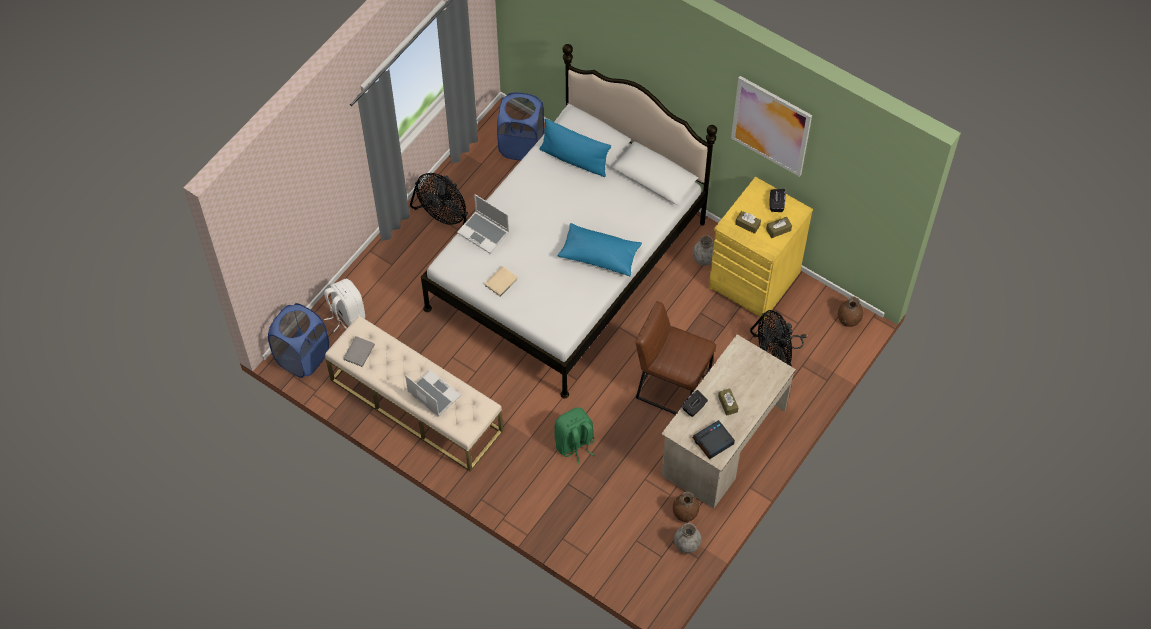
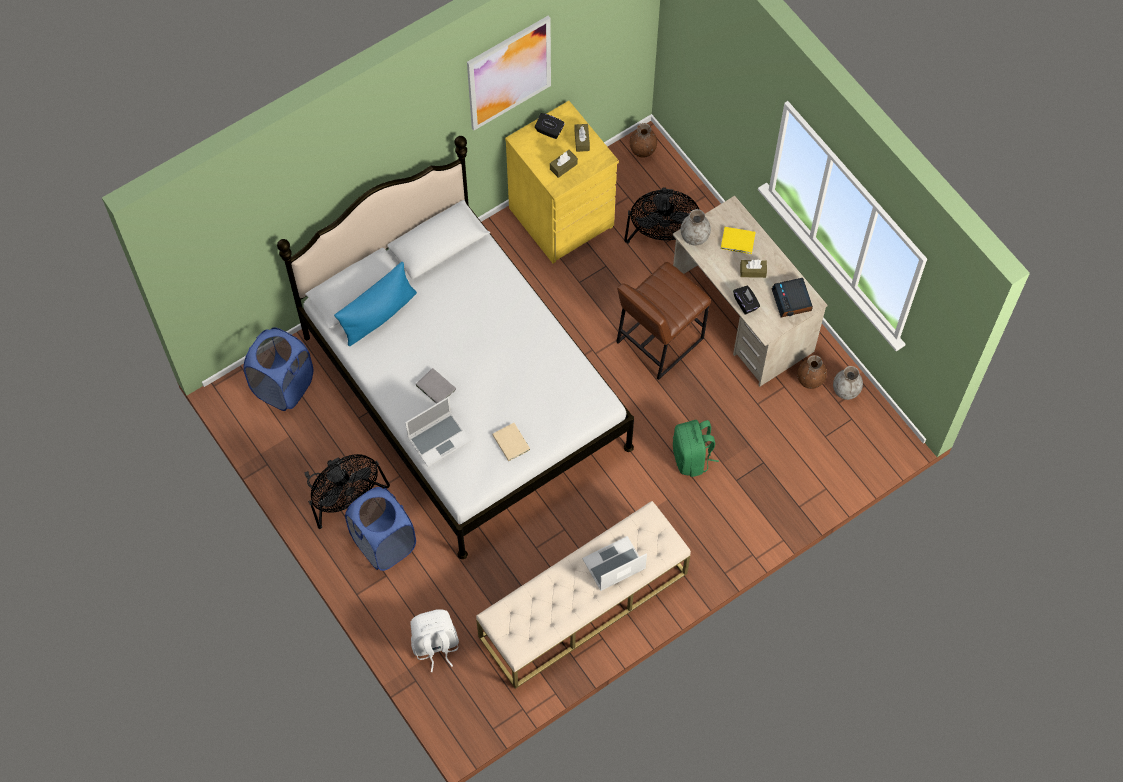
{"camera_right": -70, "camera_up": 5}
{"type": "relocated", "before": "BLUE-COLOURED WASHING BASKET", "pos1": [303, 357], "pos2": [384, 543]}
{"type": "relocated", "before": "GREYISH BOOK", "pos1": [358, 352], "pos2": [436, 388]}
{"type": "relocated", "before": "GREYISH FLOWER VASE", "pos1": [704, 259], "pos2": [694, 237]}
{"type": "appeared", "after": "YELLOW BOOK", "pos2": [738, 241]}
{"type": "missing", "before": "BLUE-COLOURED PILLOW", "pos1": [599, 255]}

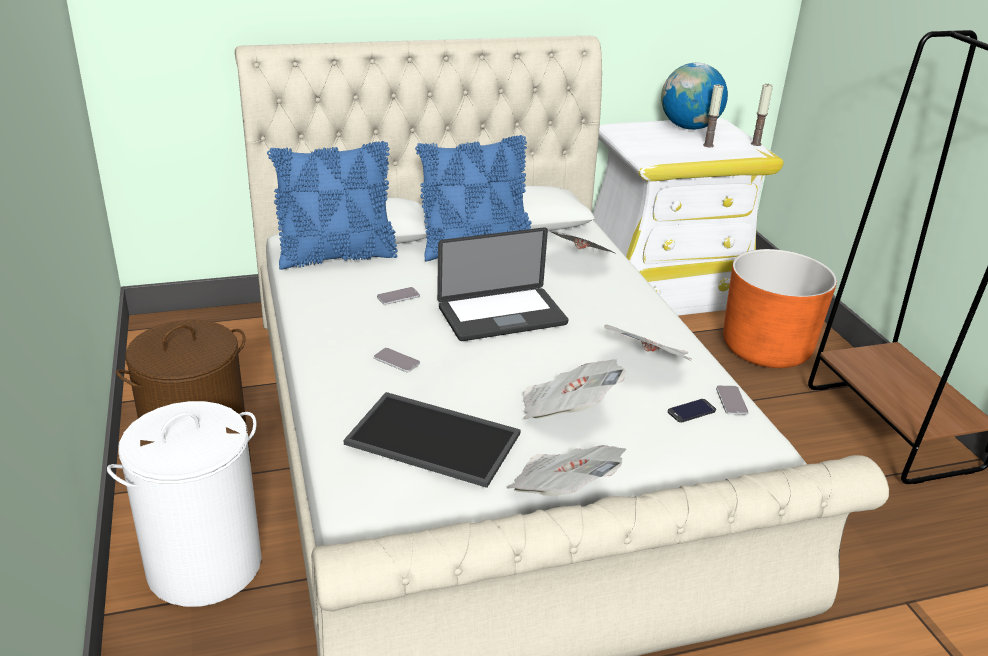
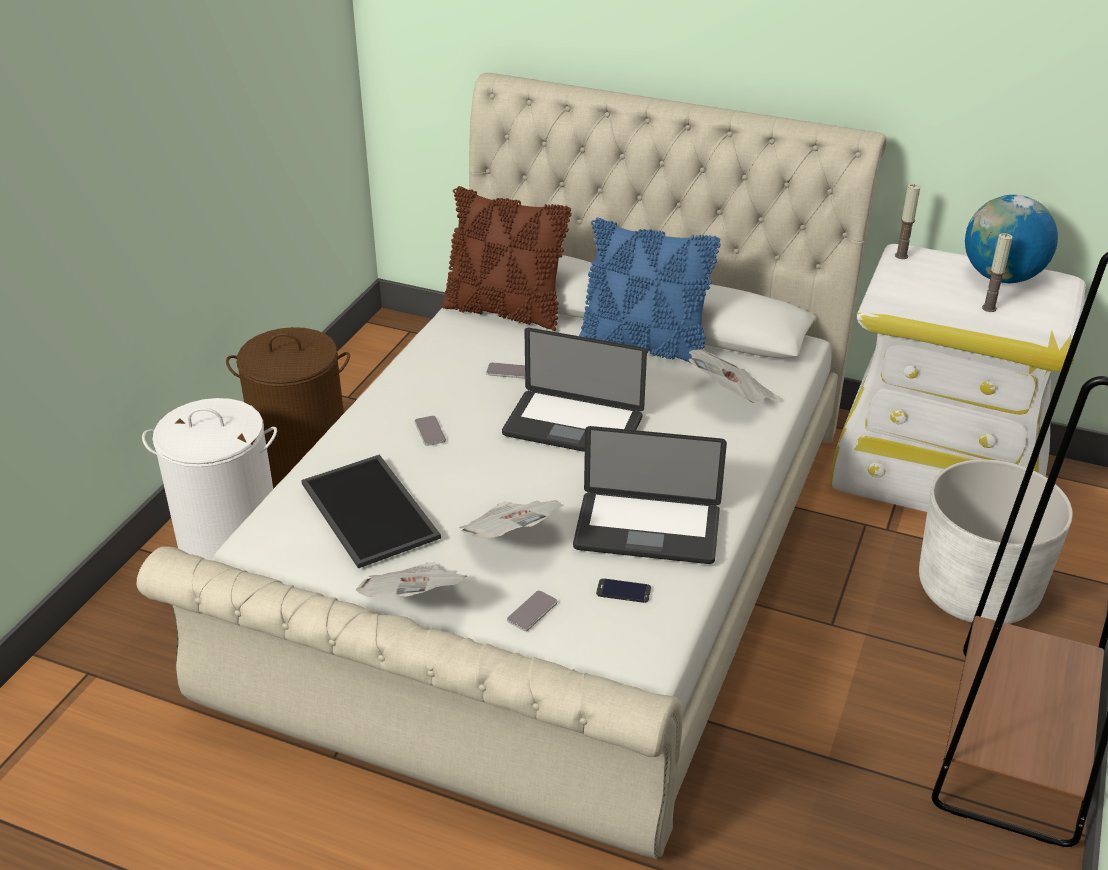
{"camera_right": 40, "camera_up": 5}
{"type": "colour", "before": "BLUE-COLOURED PILLOW", "after": "BROWNISH PILLOW", "pos1": [337, 256], "pos2": [506, 311]}
{"type": "relocated", "before": "PHONE", "pos1": [731, 401], "pos2": [532, 611]}
{"type": "exchanged", "before": "NEWSPAPER", "after": "NOTEBOOK COMPUTER", "pos1": [649, 364], "pos2": [647, 530]}
{"type": "relocated", "before": "WAX LIGHT", "pos1": [756, 144], "pos2": [901, 256]}
{"type": "colour", "before": "ORANGE PLANT POT", "after": "WHITE PLANT POT", "pos1": [766, 348], "pos2": [977, 591]}

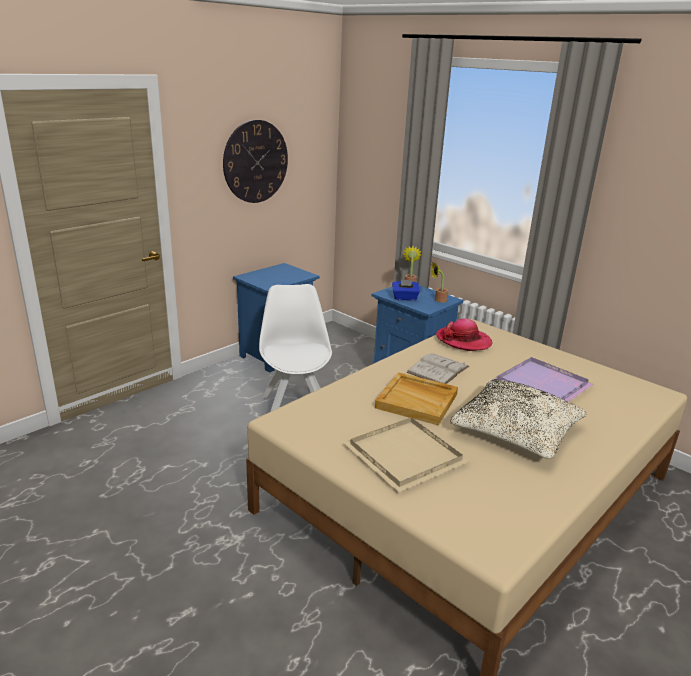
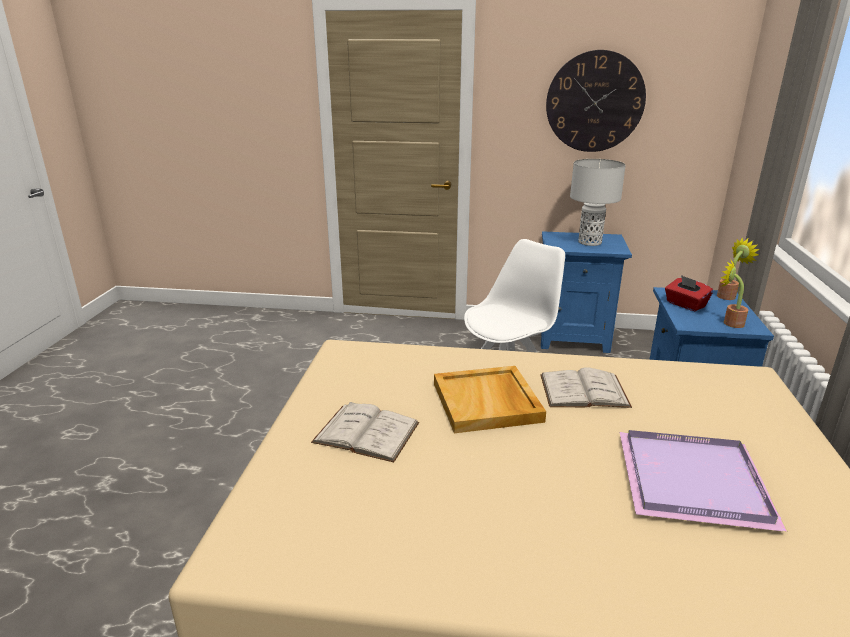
{"camera_right": 55, "camera_up": 0}
{"type": "exchanged", "before": "BEIGE-COLOURED TRAY", "after": "WHITE BOOK", "pos1": [405, 454], "pos2": [366, 432]}
{"type": "appeared", "after": "WHITE TABLE LAMP", "pos2": [589, 242]}
{"type": "colour", "before": "BLUE-COLOURED BOX OF TISSUES", "after": "RED BOX OF TISSUES", "pos1": [405, 298], "pos2": [685, 305]}
{"type": "missing", "before": "WEARABLE HAT", "pos1": [463, 341]}
{"type": "missing", "before": "BEIGE-COLOURED PILLOW", "pos1": [516, 430]}

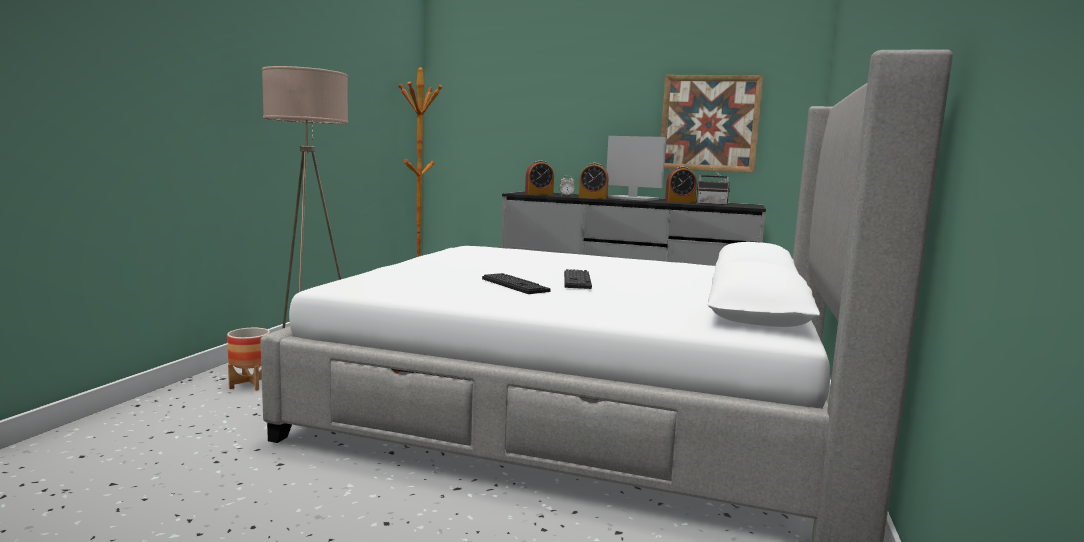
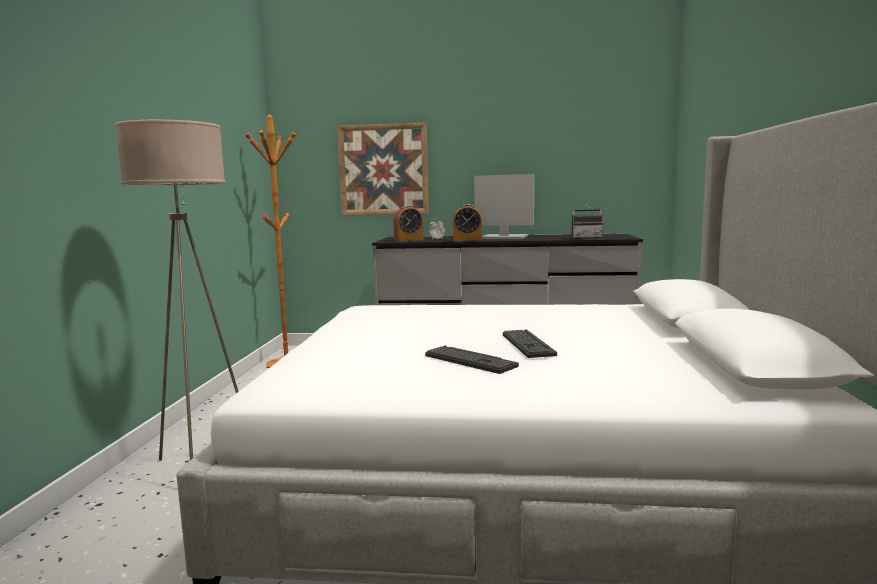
{"camera_right": -10, "camera_up": 0}
{"type": "relocated", "before": "PICTURE", "pos1": [709, 123], "pos2": [383, 170]}
{"type": "missing", "before": "PLANT POT", "pos1": [250, 384]}
{"type": "missing", "before": "BEDSIDE CLOCK", "pos1": [680, 202]}

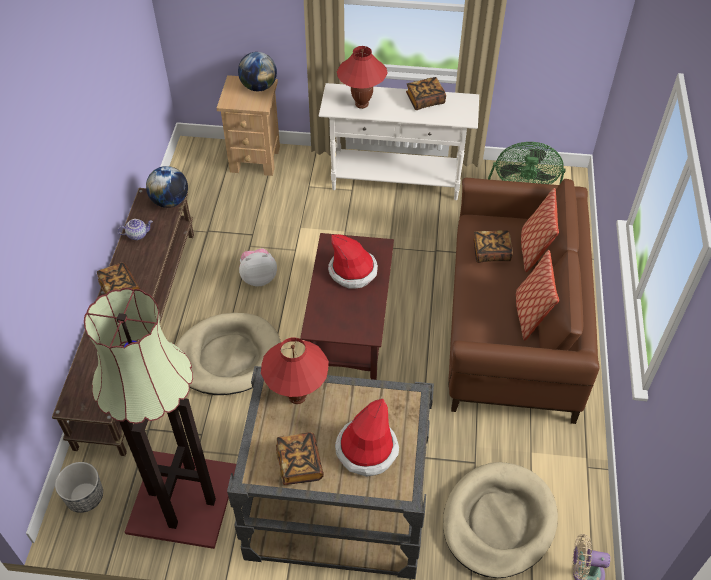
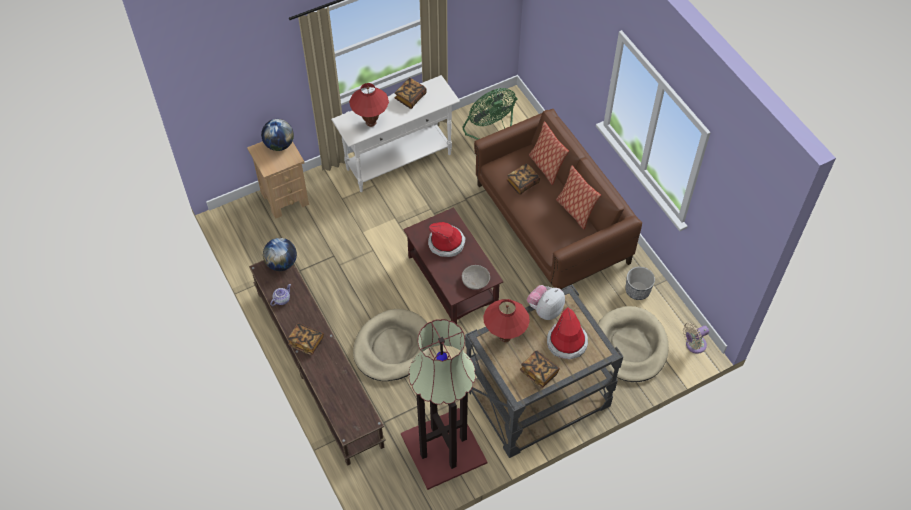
{"camera_right": -35, "camera_up": 5}
{"type": "appeared", "after": "GREYISH DEEP DISH", "pos2": [475, 281]}
{"type": "relocated", "before": "SOFT TOY", "pos1": [258, 277], "pos2": [545, 310]}
{"type": "relocated", "before": "PLANT POT", "pos1": [85, 497], "pos2": [637, 291]}

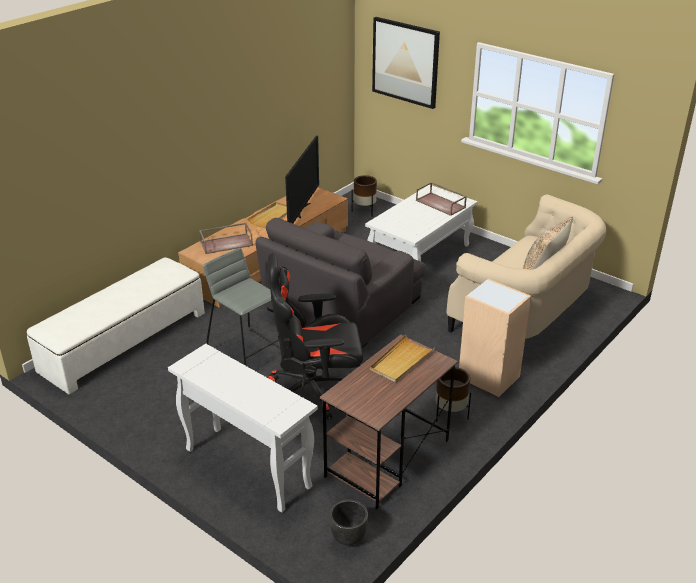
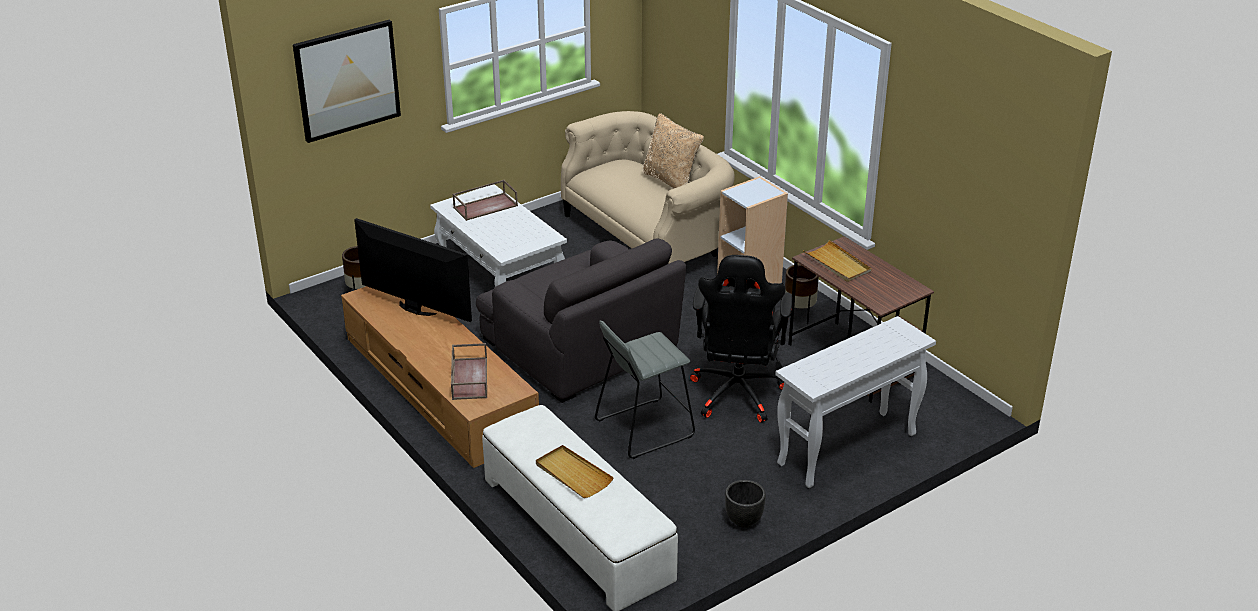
{"camera_right": -75, "camera_up": 0}
{"type": "relocated", "before": "BEIGE-COLOURED TRAY", "pos1": [271, 216], "pos2": [573, 474]}
{"type": "relocated", "before": "BLACK PLANT POT", "pos1": [348, 538], "pos2": [743, 521]}

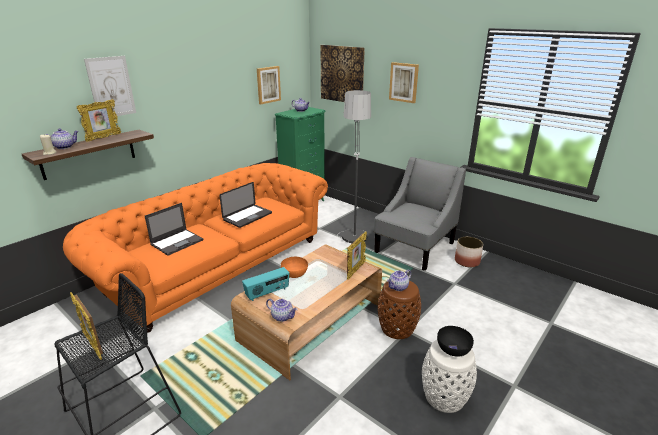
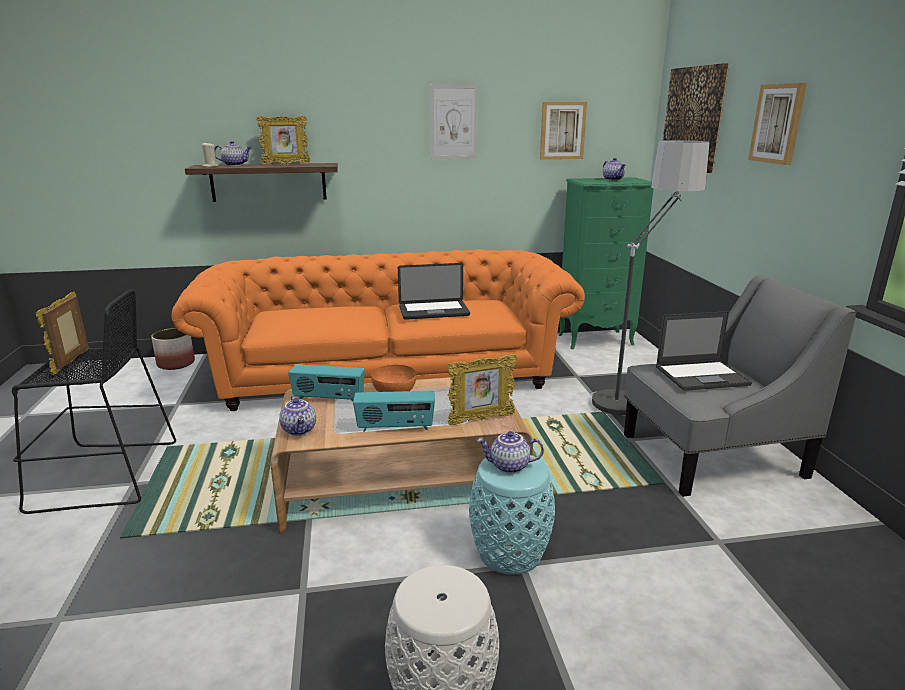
{"camera_right": 40, "camera_up": -5}
{"type": "relocated", "before": "PLANT POT", "pos1": [467, 261], "pos2": [176, 363]}
{"type": "appeared", "after": "RADIO RECEIVER", "pos2": [395, 427]}
{"type": "relocated", "before": "PICTURE", "pos1": [111, 87], "pos2": [454, 122]}
{"type": "colour", "before": "BROWNISH STOOL", "after": "TURQUOISE STOOL", "pos1": [397, 328], "pos2": [510, 553]}
{"type": "relocated", "before": "NOTEBOOK COMPUTER", "pos1": [177, 242], "pos2": [702, 376]}
{"type": "missing", "before": "BLACK DEEP DISH", "pos1": [453, 349]}

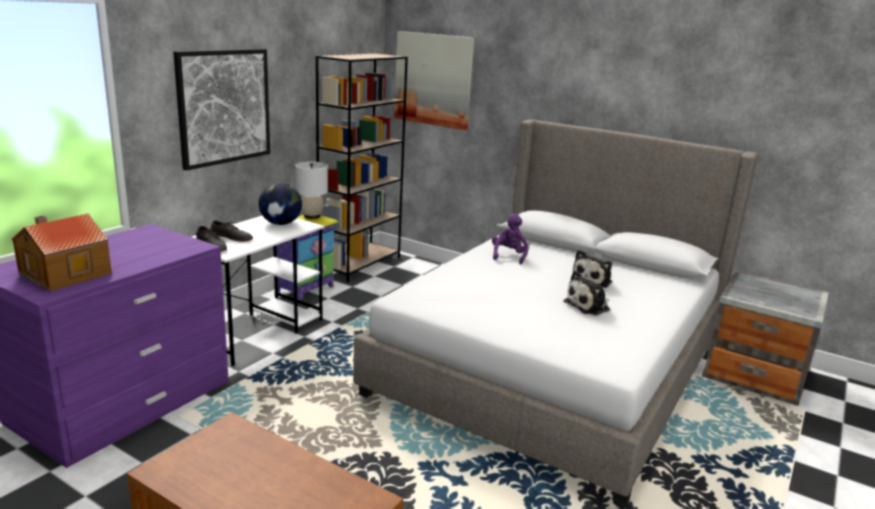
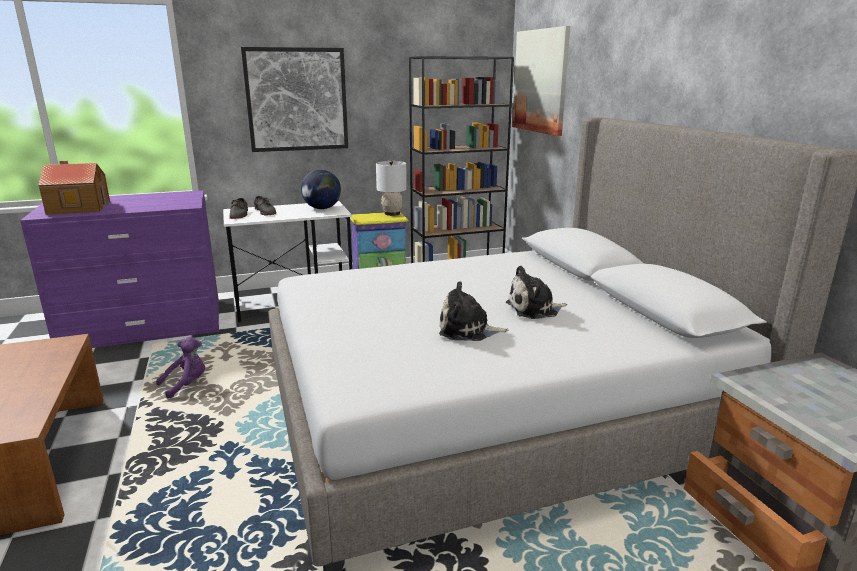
{"camera_right": 40, "camera_up": 0}
{"type": "relocated", "before": "PURPLISH SOFT TOY", "pos1": [509, 256], "pos2": [186, 385]}

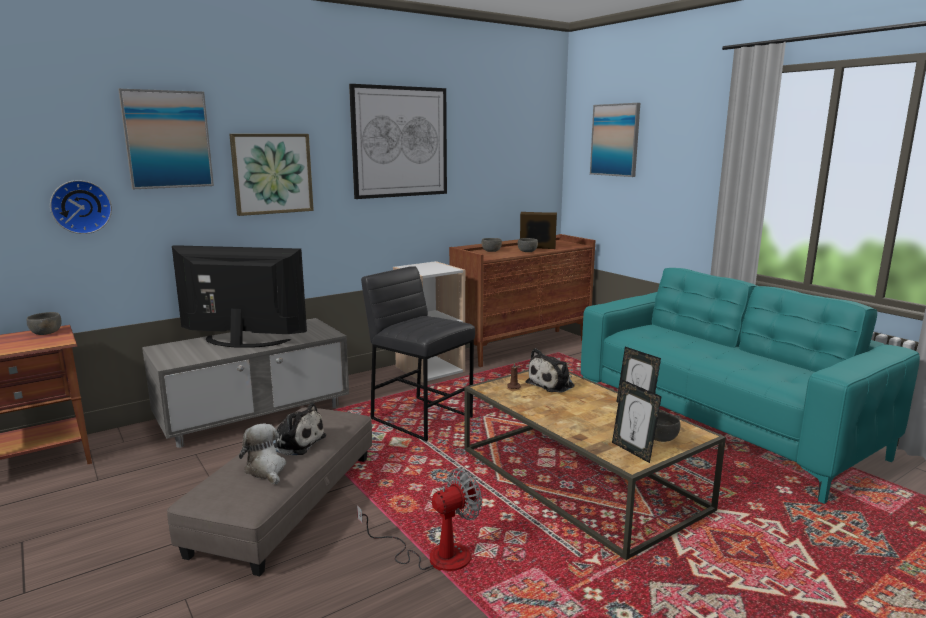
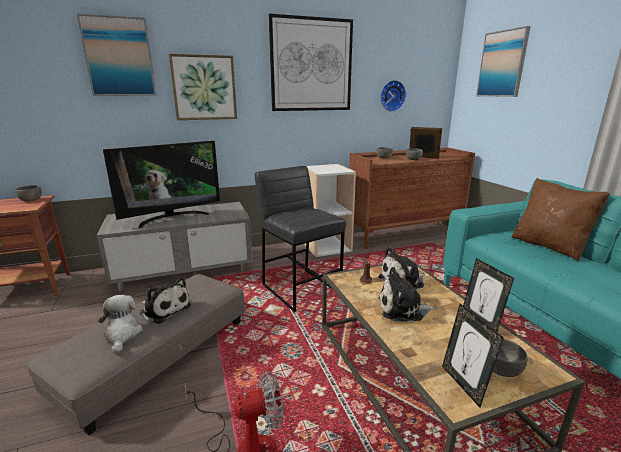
{"camera_right": 15, "camera_up": 5}
{"type": "spun", "before": "TV SET", "pos1": [241, 343], "pos2": [172, 217], "turn": 120}
{"type": "appeared", "after": "SOFT TOY", "pos2": [403, 309]}
{"type": "relocated", "before": "HANGING CLOCK", "pos1": [81, 206], "pos2": [391, 96]}
{"type": "appeared", "after": "BROWNISH PILLOW", "pos2": [549, 246]}

